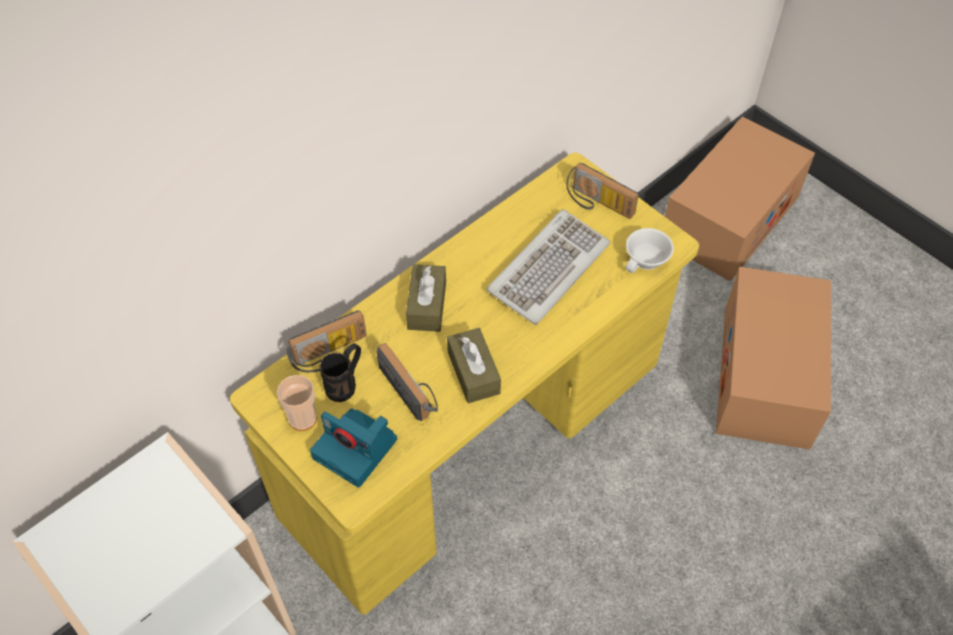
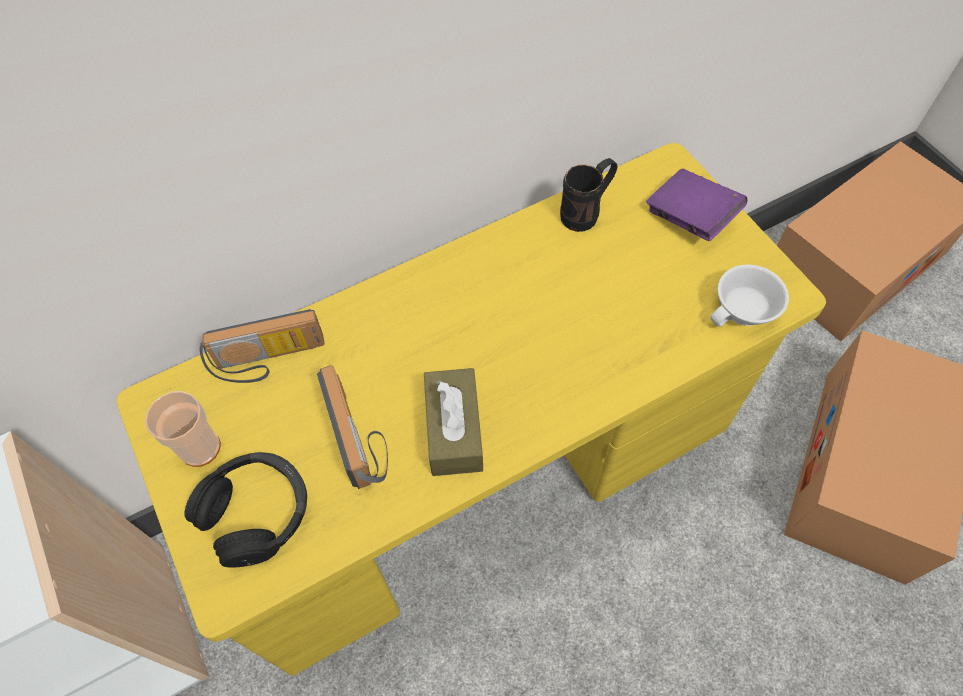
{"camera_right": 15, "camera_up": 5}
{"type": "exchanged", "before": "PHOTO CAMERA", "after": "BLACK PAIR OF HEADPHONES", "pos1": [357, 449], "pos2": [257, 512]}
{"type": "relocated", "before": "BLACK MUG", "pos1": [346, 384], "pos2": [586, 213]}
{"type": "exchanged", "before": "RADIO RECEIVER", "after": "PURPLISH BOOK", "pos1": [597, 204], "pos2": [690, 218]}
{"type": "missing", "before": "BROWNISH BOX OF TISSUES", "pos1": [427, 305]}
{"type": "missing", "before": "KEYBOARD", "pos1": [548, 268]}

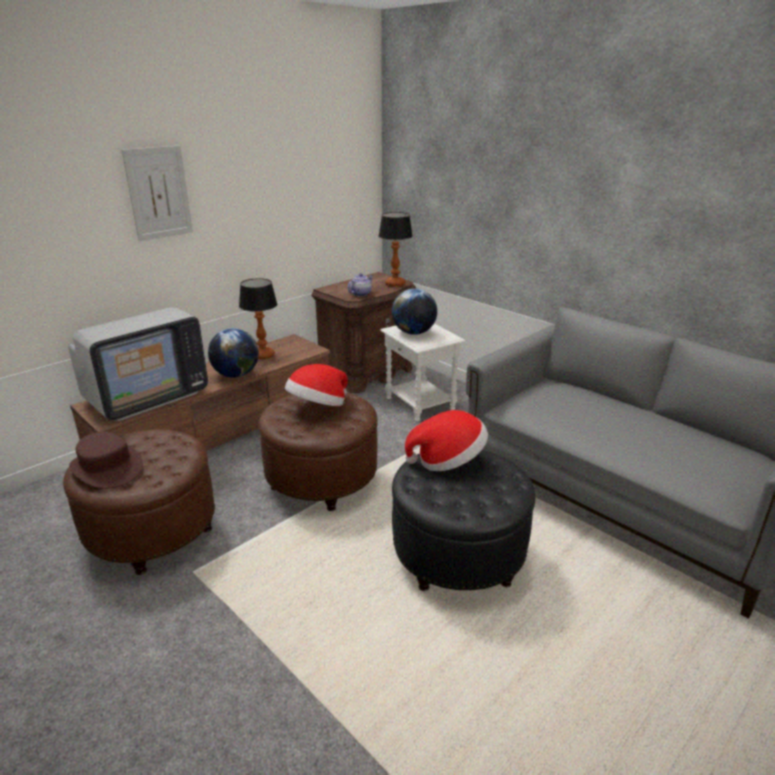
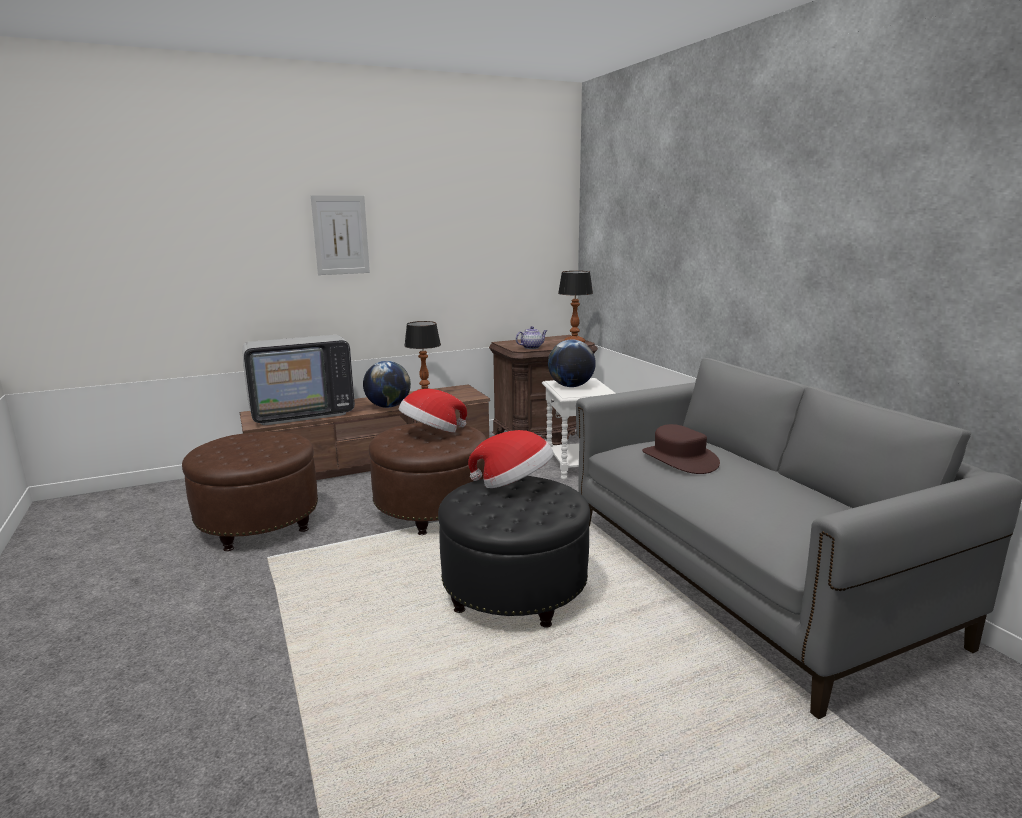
{"camera_right": 20, "camera_up": -10}
{"type": "relocated", "before": "BROWNISH WEARABLE HAT", "pos1": [106, 468], "pos2": [679, 459]}

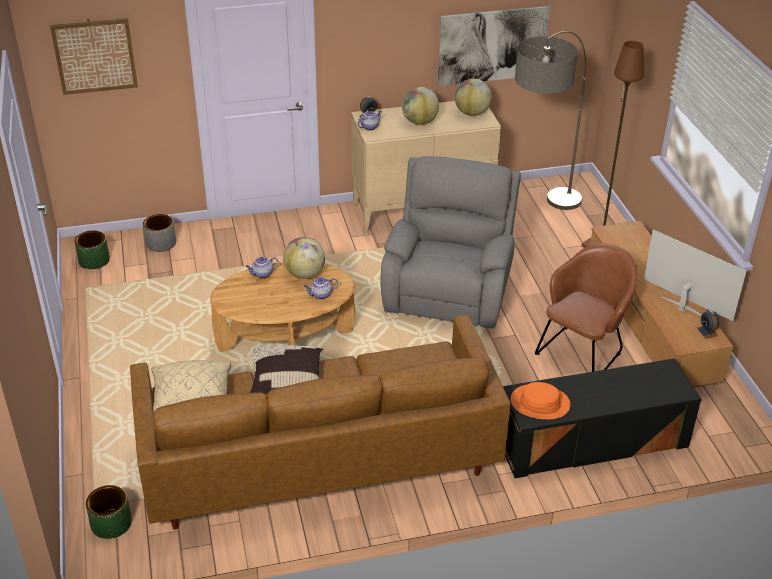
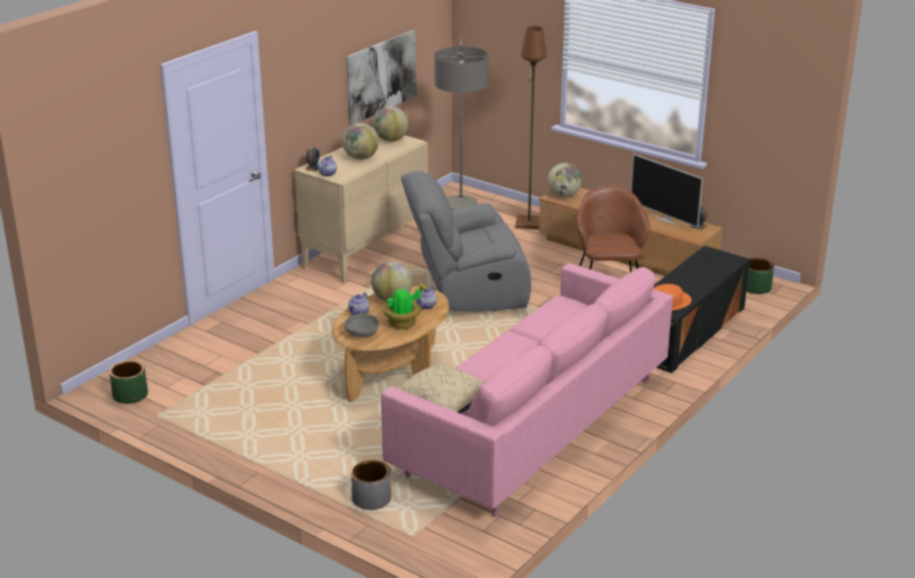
{"camera_right": -40, "camera_up": -10}
{"type": "appeared", "after": "GREYISH DEEP DISH", "pos2": [361, 334]}
{"type": "relocated", "before": "GREYISH PLANT POT", "pos1": [161, 244], "pos2": [371, 499]}
{"type": "colour", "before": "BROWNISH COUCH", "after": "PINK-COLOURED COUCH", "pos1": [319, 459], "pos2": [532, 427]}
{"type": "appeared", "after": "PLANT IN A POT", "pos2": [403, 323]}
{"type": "spun", "before": "GREYISH EASY CHAIR", "pos1": [449, 292], "pos2": [466, 292], "turn": -75}
{"type": "appeared", "after": "GLOBE", "pos2": [564, 196]}
{"type": "spun", "before": "TV SET", "pos1": [683, 308], "pos2": [665, 219], "turn": -135}
{"type": "relocated", "before": "GREEN-COLOURED PLANT POT", "pos1": [111, 524], "pos2": [756, 288]}
{"type": "missing", "before": "PICTURE", "pos1": [94, 55]}
{"type": "missing", "before": "PILLOW", "pos1": [287, 381]}

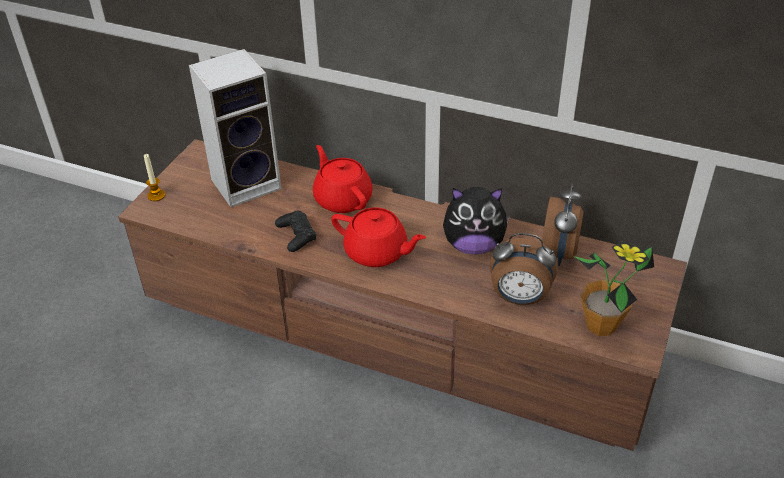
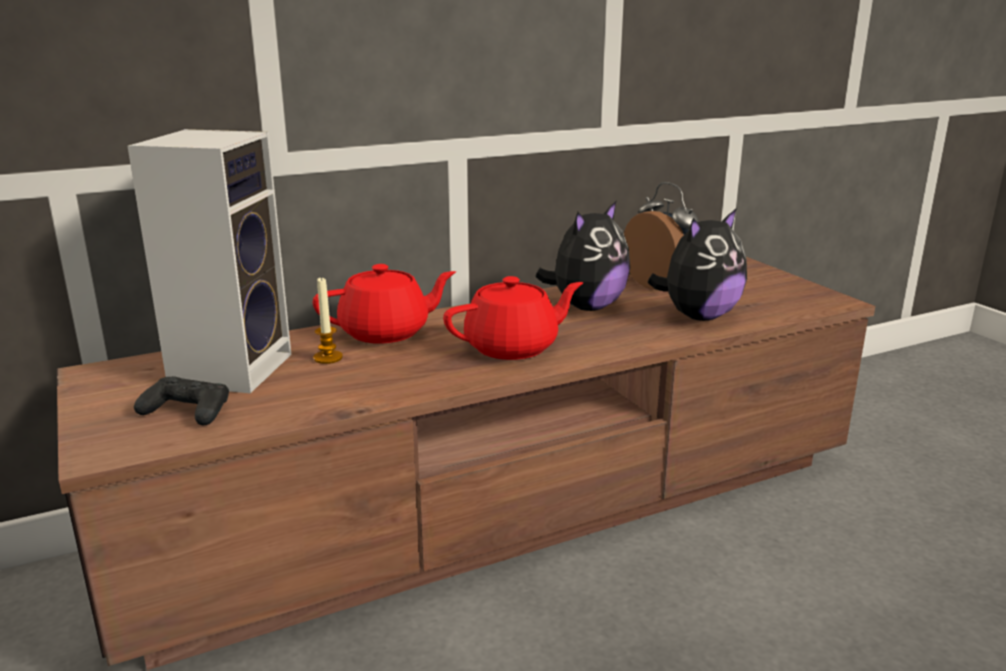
{"camera_right": -50, "camera_up": -20}
{"type": "relocated", "before": "BLACK GAMEPAD", "pos1": [296, 235], "pos2": [187, 411]}
{"type": "spun", "before": "RED POT FOR TEA", "pos1": [342, 199], "pos2": [386, 332], "turn": 150}
{"type": "relocated", "before": "WAX LIGHT", "pos1": [156, 195], "pos2": [328, 358]}
{"type": "exchanged", "before": "BEDSIDE CLOCK", "after": "SOFT TOY", "pos1": [519, 298], "pos2": [698, 316]}
{"type": "missing", "before": "PLANT IN A POT", "pos1": [601, 325]}

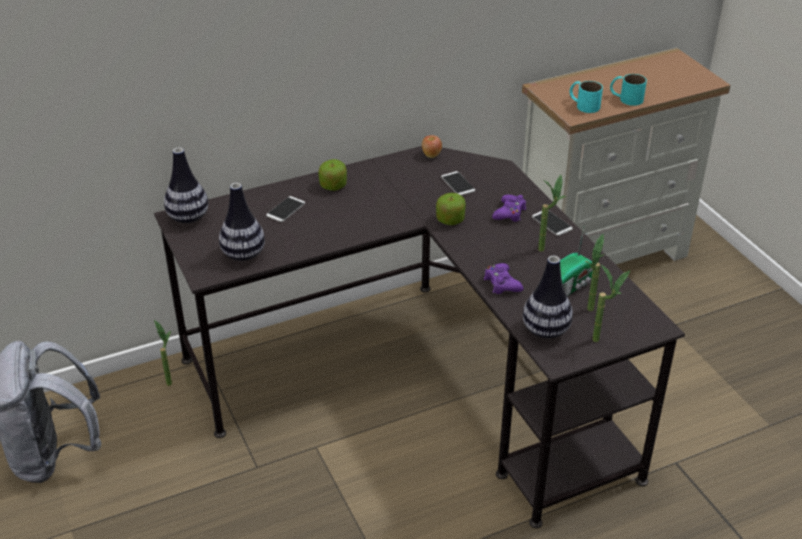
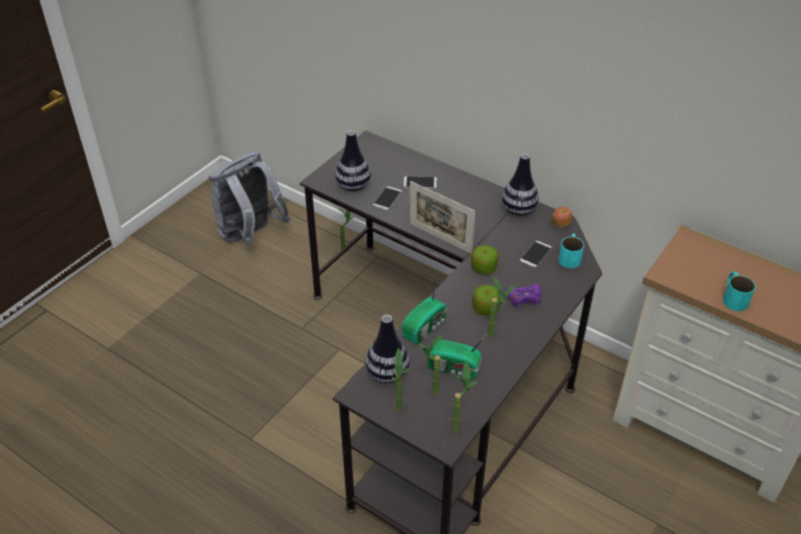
{"camera_right": 60, "camera_up": 5}
{"type": "relocated", "before": "PHONE", "pos1": [552, 223], "pos2": [387, 198]}
{"type": "exchanged", "before": "PURPLISH GAMEPAD", "after": "RADIO RECEIVER", "pos1": [501, 284], "pos2": [426, 327]}
{"type": "appeared", "after": "PICTURE FRAME", "pos2": [440, 238]}
{"type": "appeared", "after": "PLANT IN A POT", "pos2": [459, 425]}
{"type": "relocated", "before": "WHOLE APPLE", "pos1": [333, 186], "pos2": [485, 309]}
{"type": "relocated", "before": "FLOWER VASE", "pos1": [188, 218], "pos2": [518, 210]}
{"type": "relocated", "before": "TURQUOISE MUG", "pos1": [583, 105], "pos2": [570, 256]}

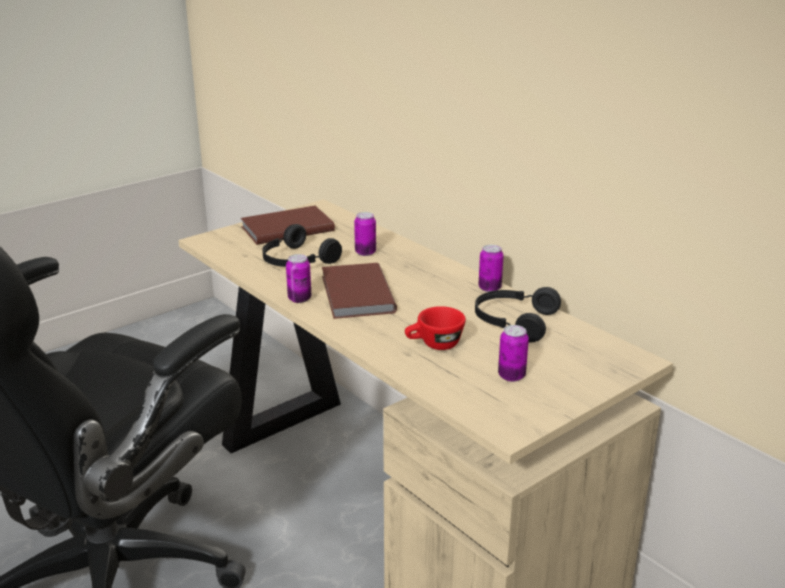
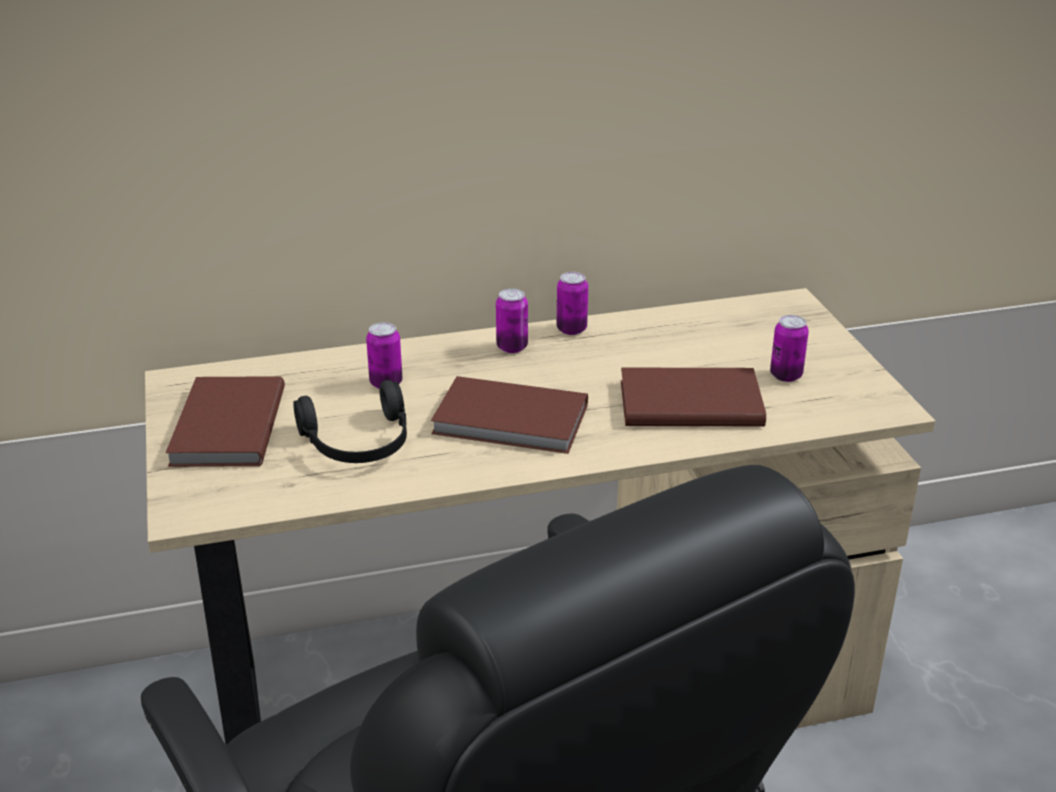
{"camera_right": -65, "camera_up": 5}
{"type": "relocated", "before": "METAL CAN", "pos1": [299, 299], "pos2": [512, 347]}
{"type": "exchanged", "before": "RED SMALL CUP", "after": "BROWNISH BOOK", "pos1": [434, 345], "pos2": [688, 401]}
{"type": "missing", "before": "BLACK PAIR OF HEADPHONES", "pos1": [513, 322]}

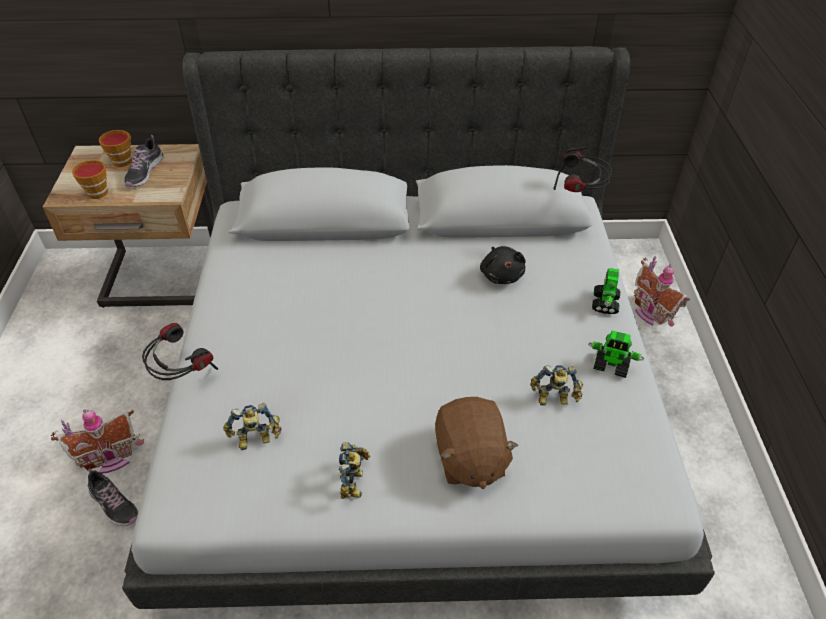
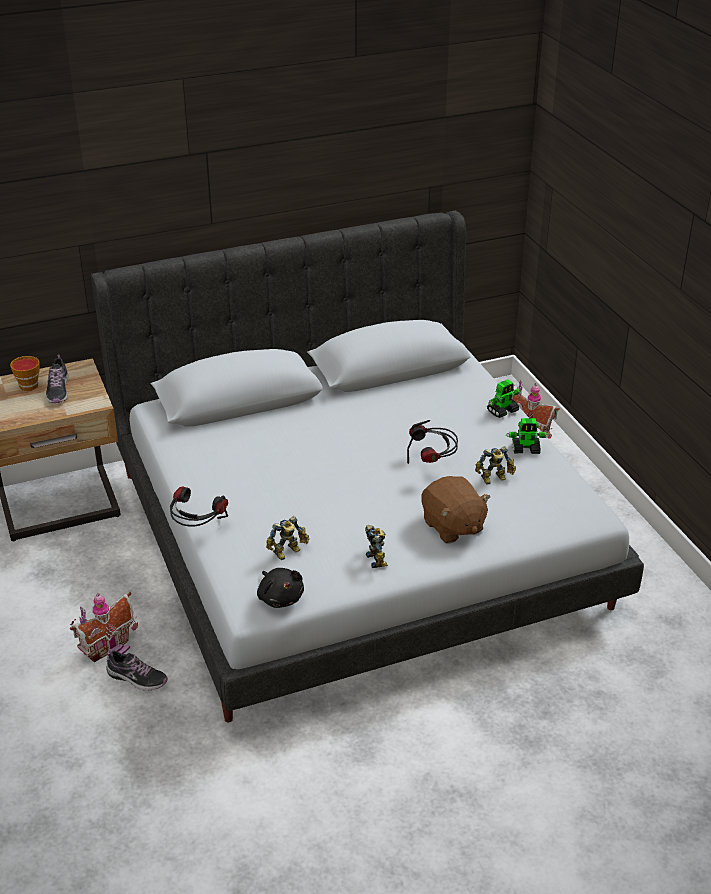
{"camera_right": -20, "camera_up": -10}
{"type": "relocated", "before": "BLACK SOFT TOY", "pos1": [501, 274], "pos2": [280, 597]}
{"type": "relocated", "before": "PAIR OF HEADPHONES", "pos1": [579, 197], "pos2": [432, 465]}
{"type": "spun", "before": "ROBOT FIGURE", "pos1": [605, 303], "pos2": [503, 411], "turn": -120}
{"type": "missing", "before": "SMALL CUP", "pos1": [99, 191]}

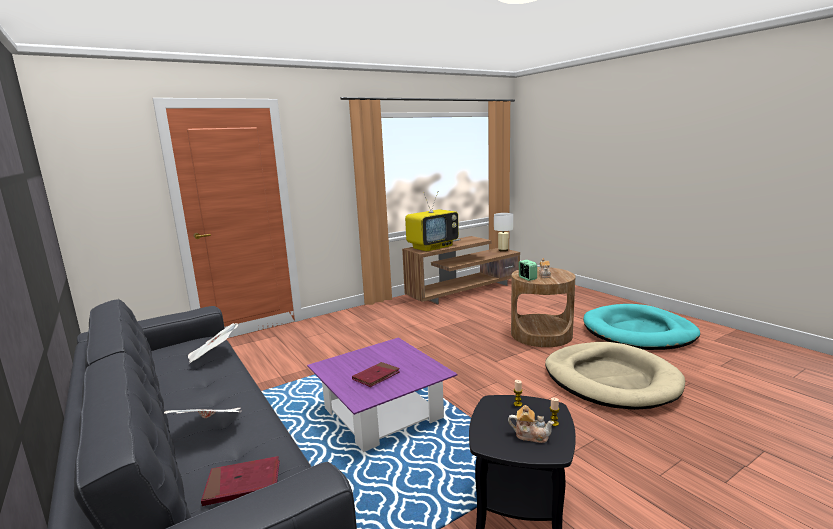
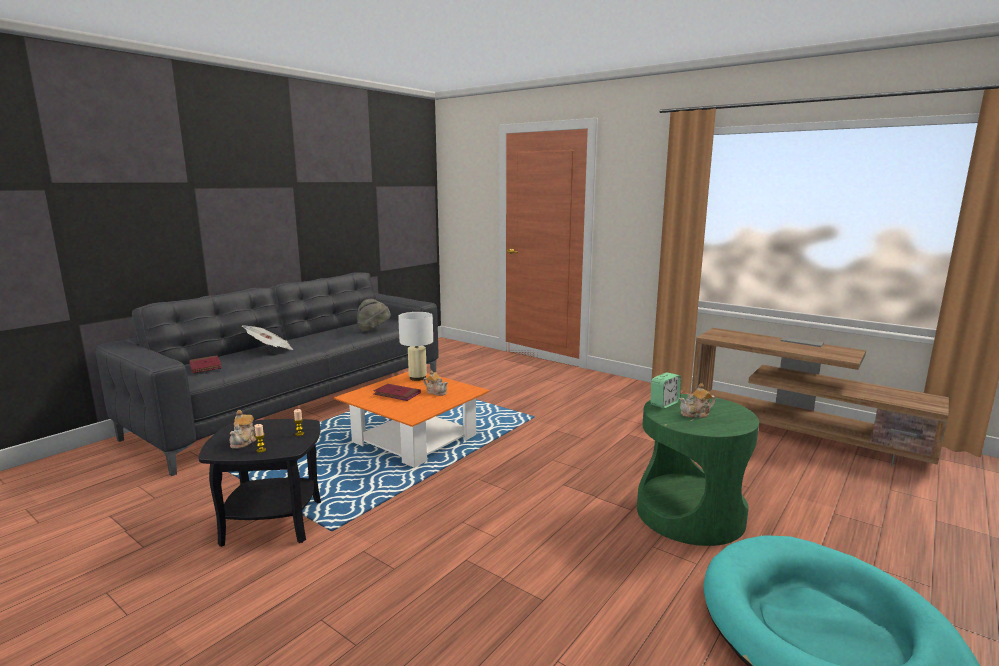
{"camera_right": 70, "camera_up": 0}
{"type": "colour", "before": "PURPLISH LOW TABLE", "after": "ORANGE LOW TABLE", "pos1": [382, 413], "pos2": [415, 439]}
{"type": "exchanged", "before": "NEWSPAPER", "after": "GREYISH WEARABLE HAT", "pos1": [213, 355], "pos2": [374, 330]}
{"type": "relocated", "before": "WHITE TABLE LAMP", "pos1": [503, 250], "pos2": [418, 378]}
{"type": "appeared", "after": "POT FOR TEA", "pos2": [436, 392]}
{"type": "colour", "before": "BROWNISH END TABLE", "after": "GREEN-COLOURED END TABLE", "pos1": [541, 334], "pos2": [690, 514]}
{"type": "missing", "before": "TV SET", "pos1": [432, 247]}
{"type": "missing", "before": "BEIGE-COLOURED DOG CUSHION", "pos1": [610, 379]}

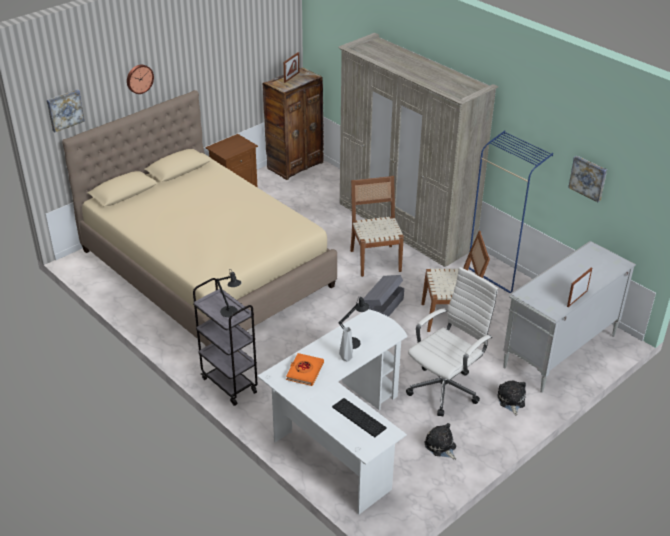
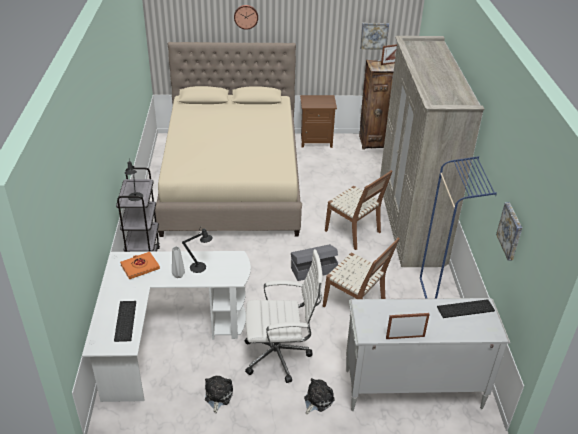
{"camera_right": 40, "camera_up": 0}
{"type": "spun", "before": "PLAIN CHAIR", "pos1": [375, 259], "pos2": [354, 233], "turn": 105}
{"type": "relocated", "before": "PICTURE", "pos1": [64, 110], "pos2": [374, 35]}
{"type": "appeared", "after": "KEYBOARD", "pos2": [465, 309]}

